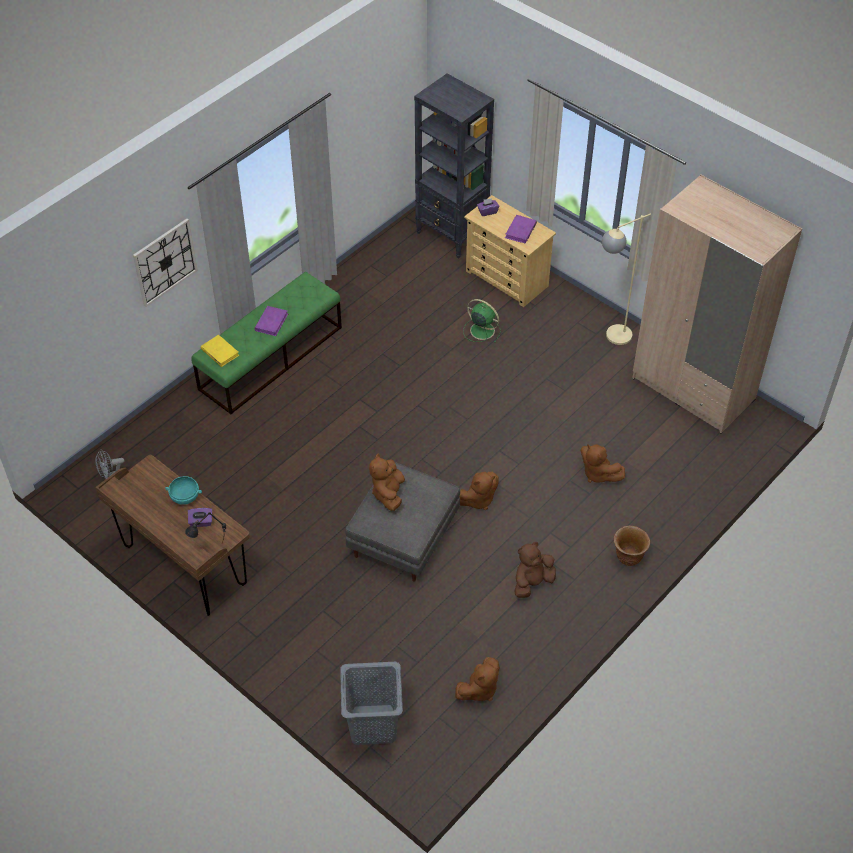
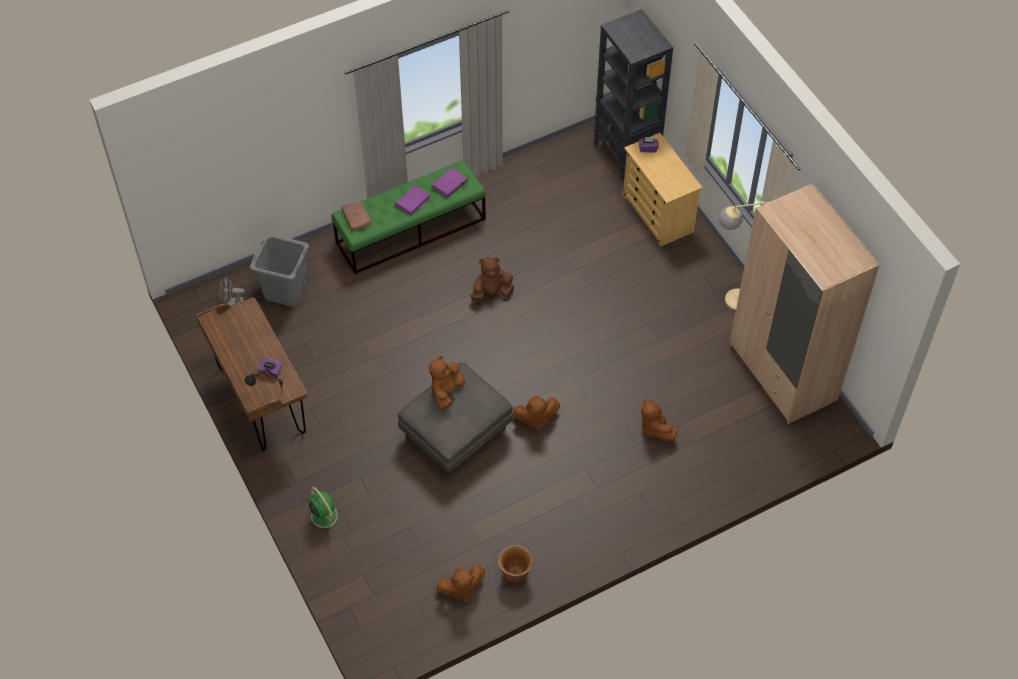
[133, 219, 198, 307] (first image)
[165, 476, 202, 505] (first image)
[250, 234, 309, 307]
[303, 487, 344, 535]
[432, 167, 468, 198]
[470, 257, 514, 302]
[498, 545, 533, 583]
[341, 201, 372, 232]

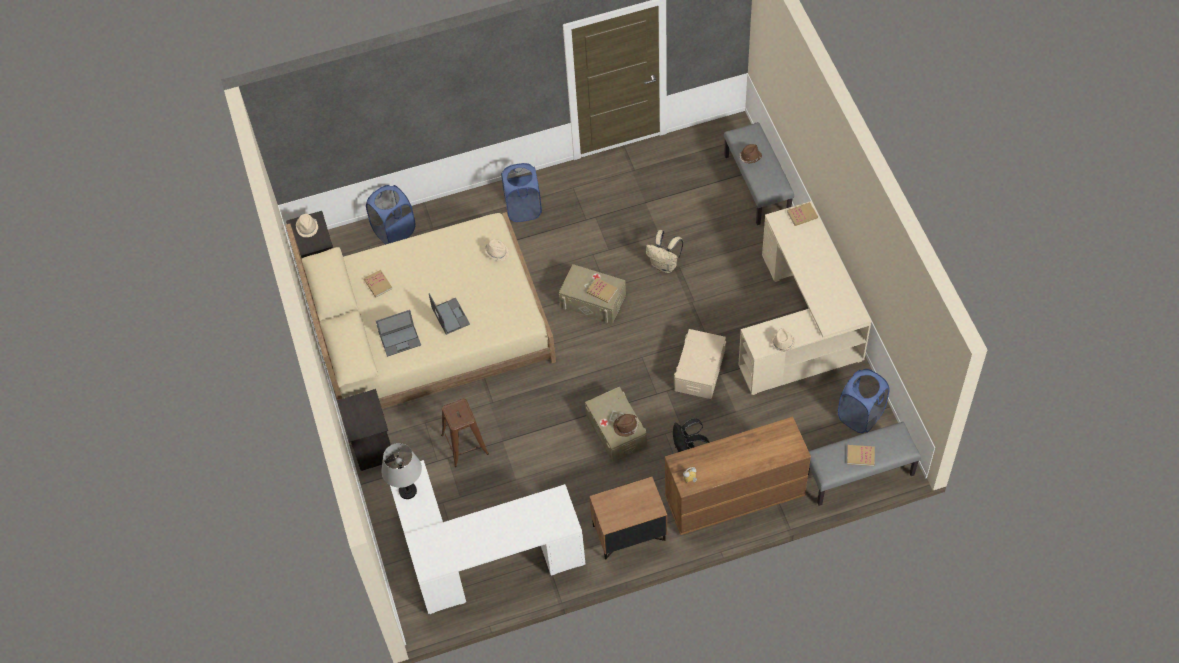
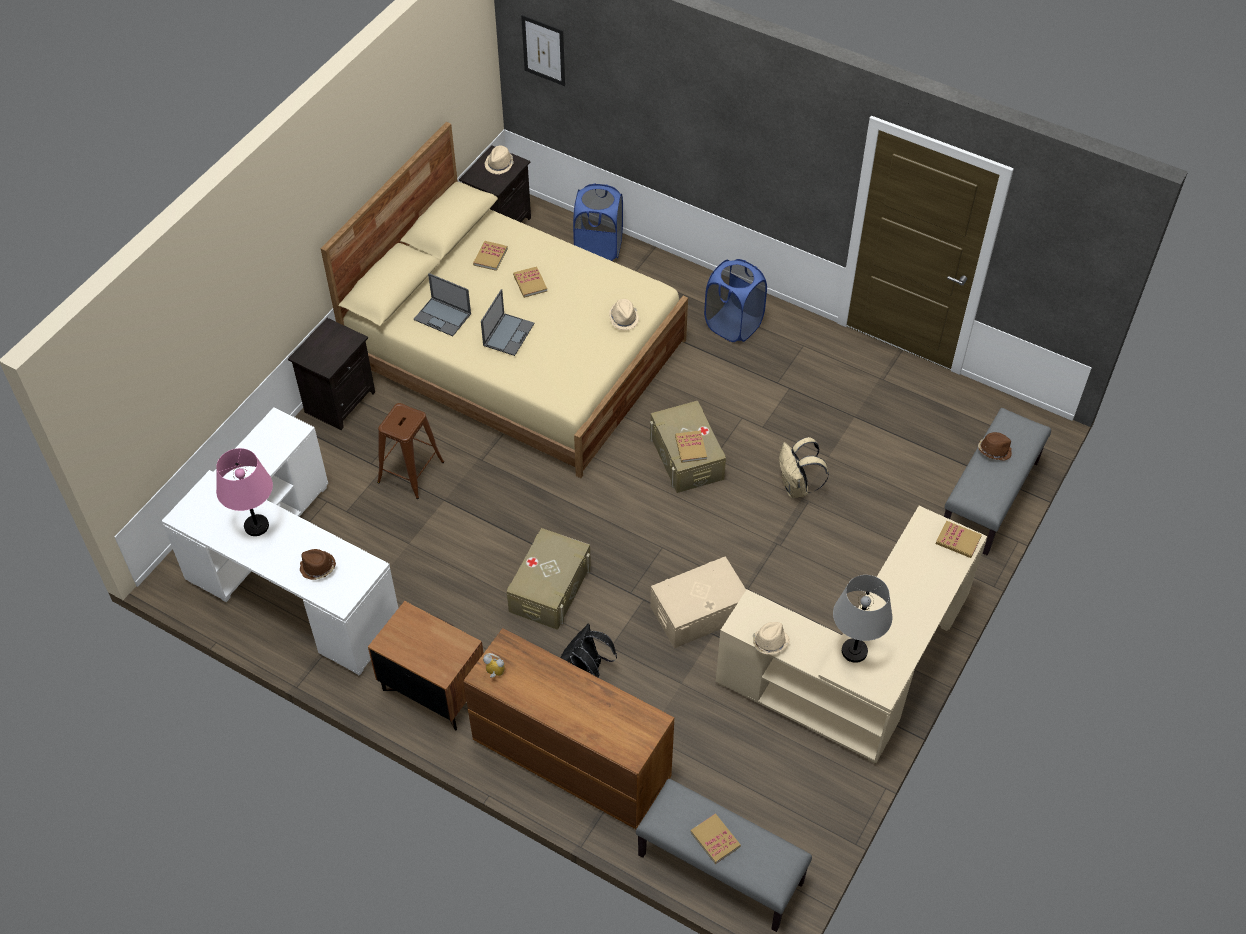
[838, 369, 890, 433] (first image)
[216, 448, 273, 536]
[513, 266, 547, 298]
[521, 15, 565, 86]
[833, 575, 892, 663]
[300, 549, 336, 580]

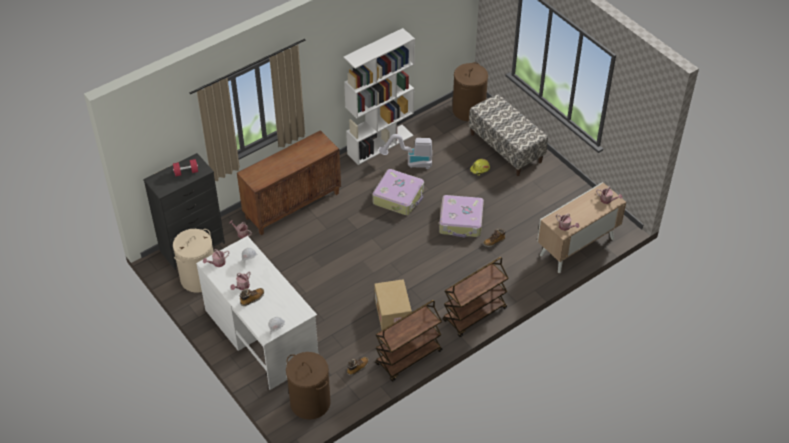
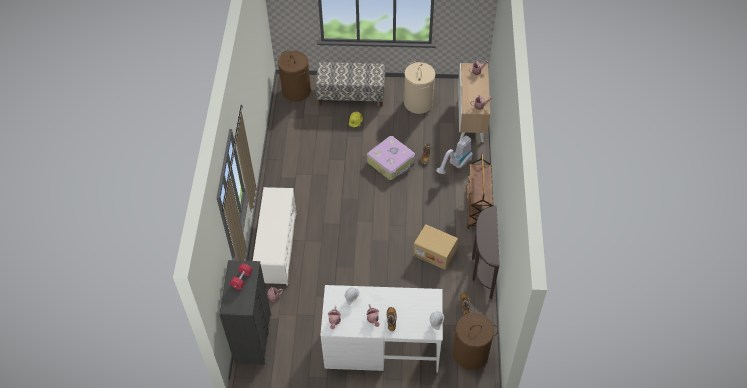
[343, 28, 415, 165] (first image)
[372, 169, 424, 215] (first image)
[404, 62, 435, 114]
[436, 135, 473, 174]
[253, 187, 296, 285]
[472, 206, 500, 299]

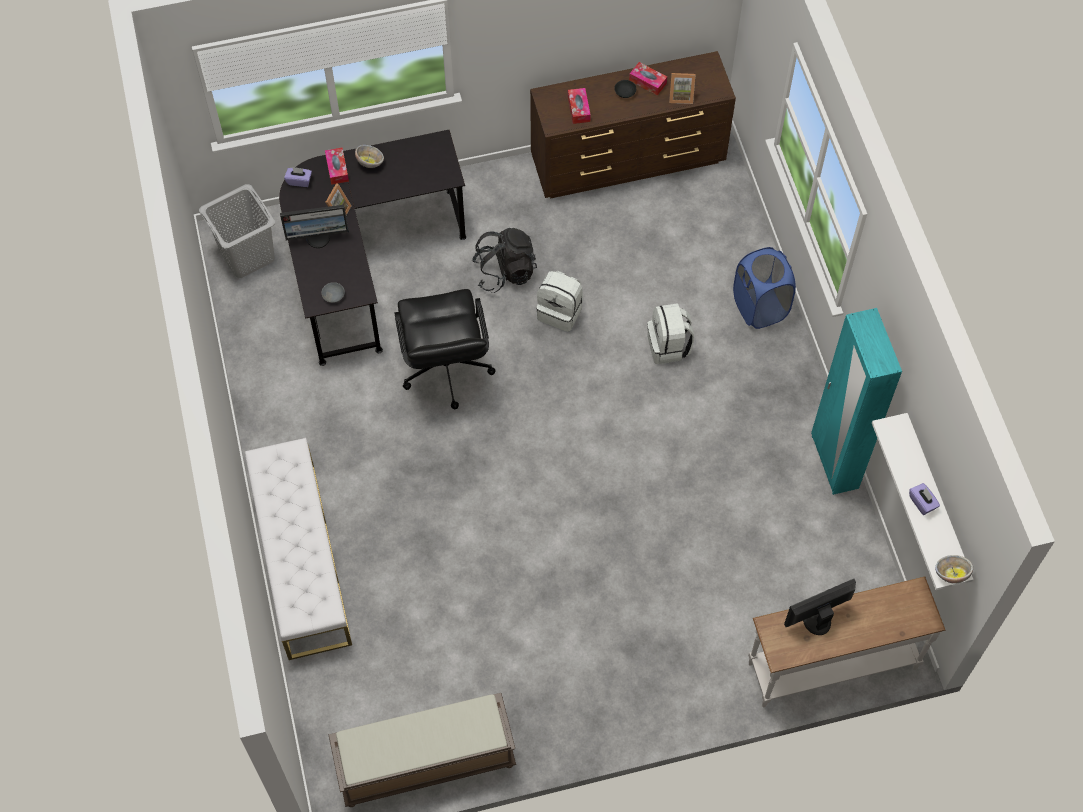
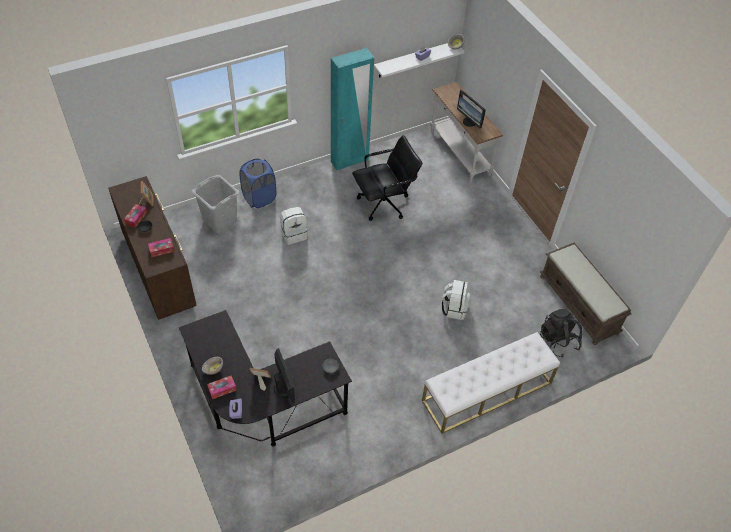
[191, 175, 239, 233]
[352, 135, 422, 221]
[540, 309, 583, 357]
[441, 280, 470, 320]

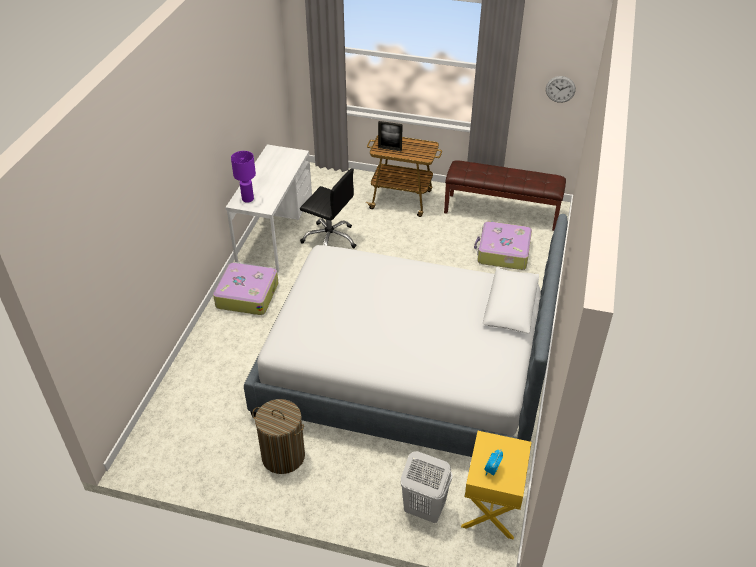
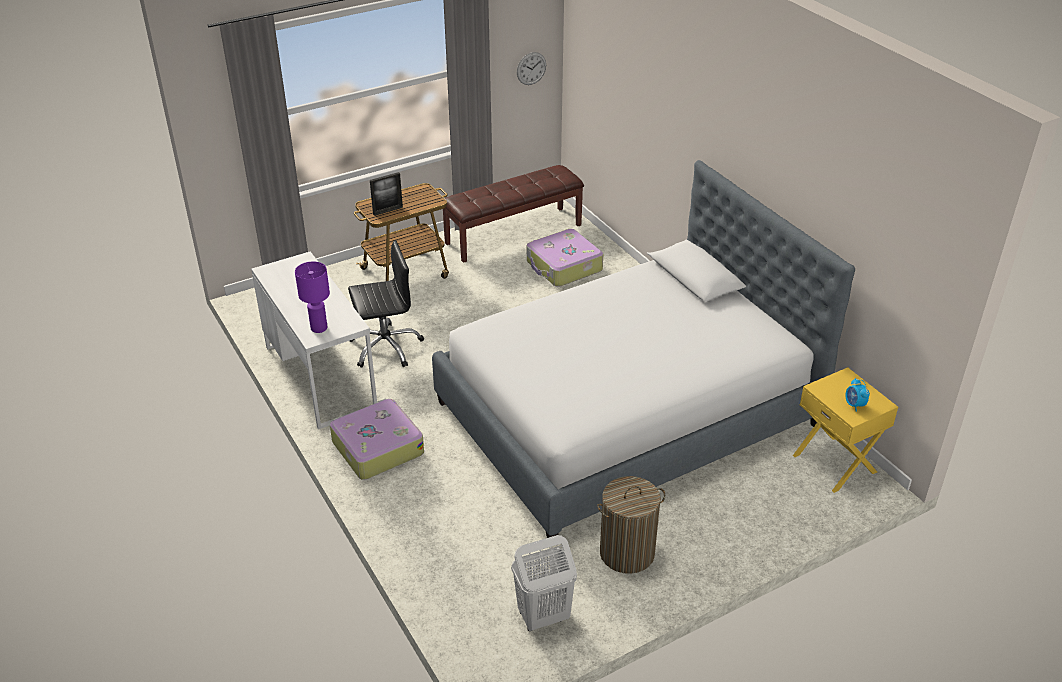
[511, 535, 577, 631]

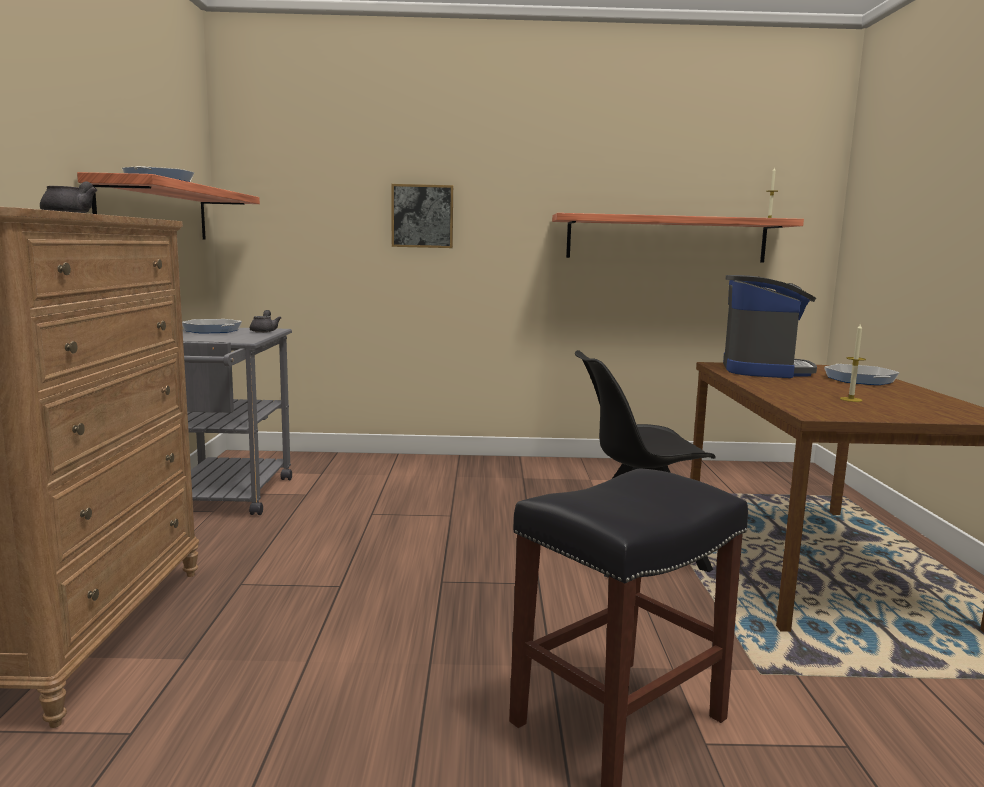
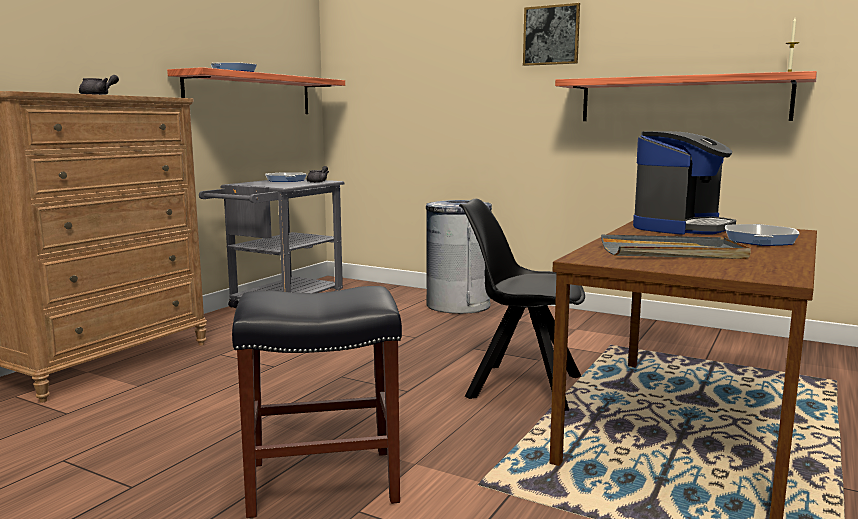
[426, 200, 492, 314]
[523, 3, 580, 66]
[601, 235, 751, 259]

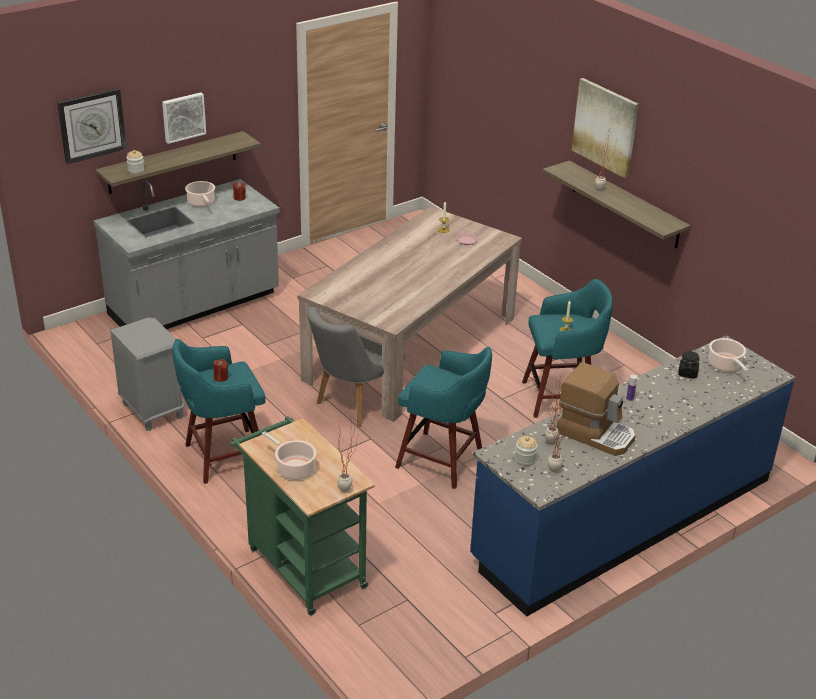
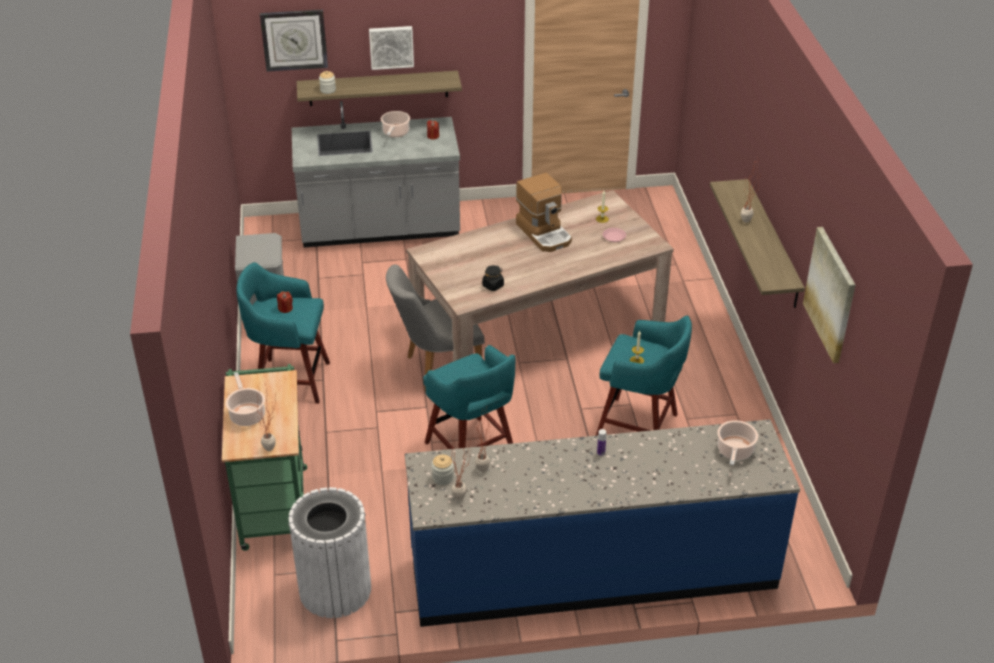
[288, 487, 371, 618]
[516, 173, 572, 252]
[803, 227, 855, 363]
[482, 265, 504, 291]

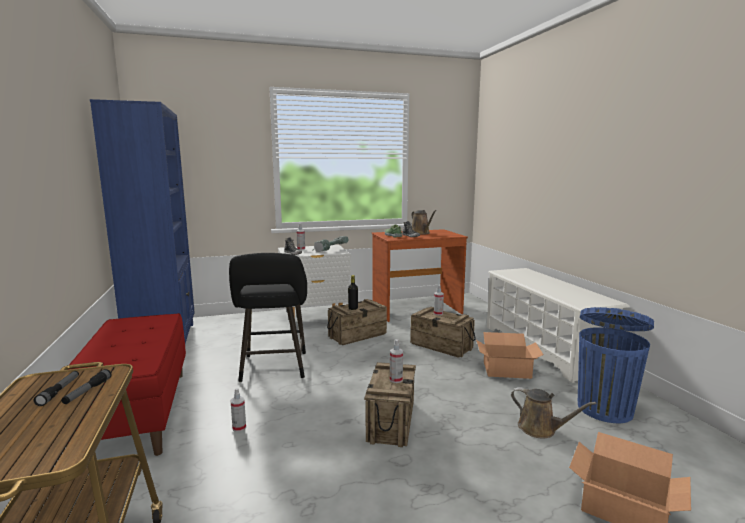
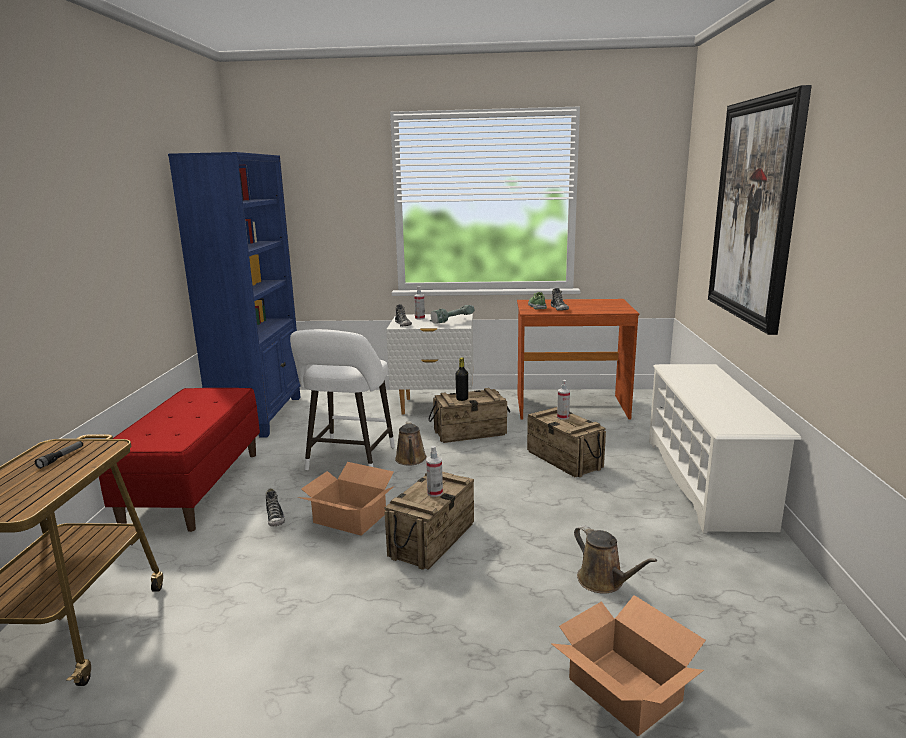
[61, 369, 112, 404] (first image)
[578, 307, 654, 423] (first image)
[708, 85, 812, 335]
[395, 421, 427, 465]
[297, 462, 394, 536]
[265, 488, 285, 526]
[290, 329, 395, 471]

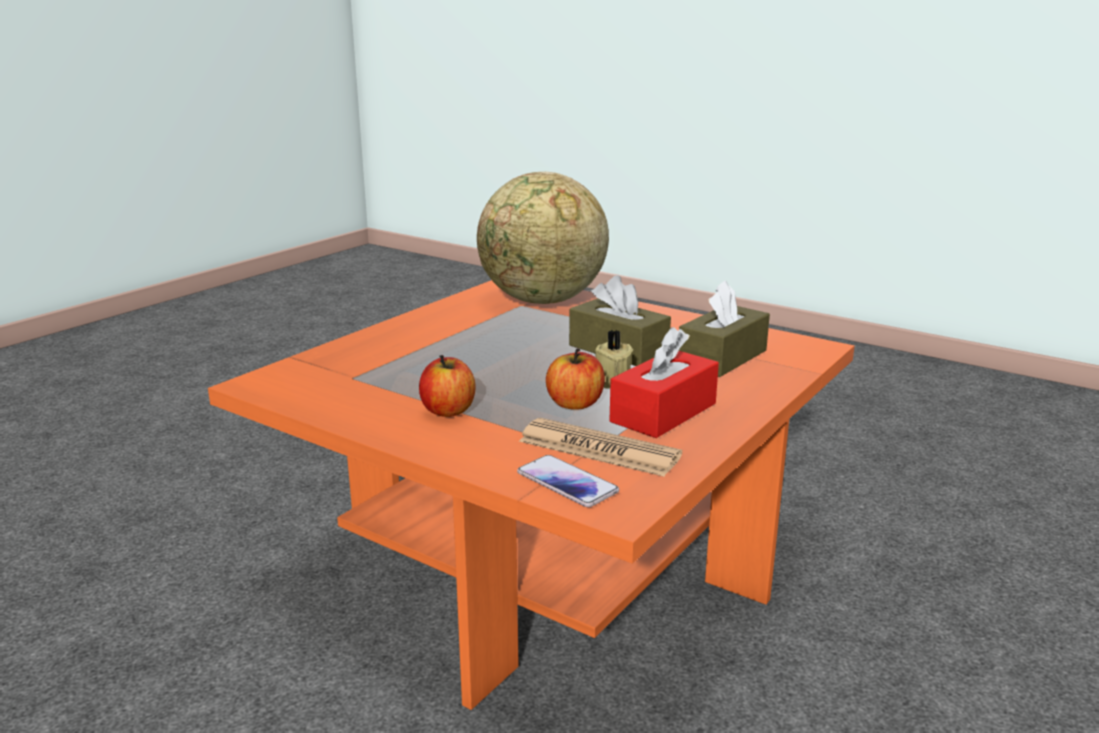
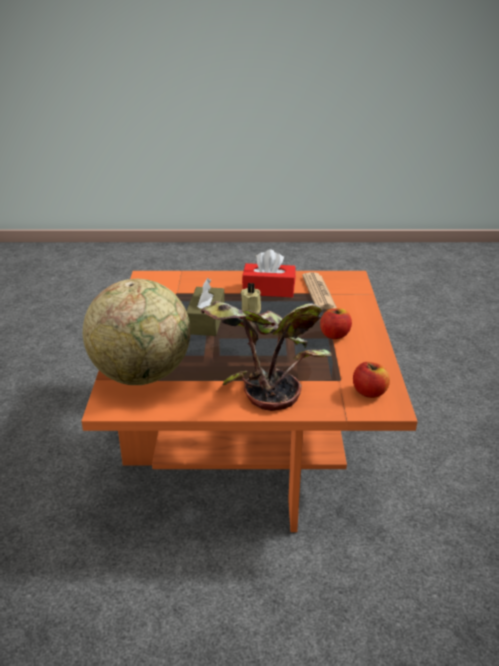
[517, 455, 619, 507] (first image)
[679, 280, 770, 377] (first image)
[201, 301, 332, 411]
[353, 362, 390, 398]

